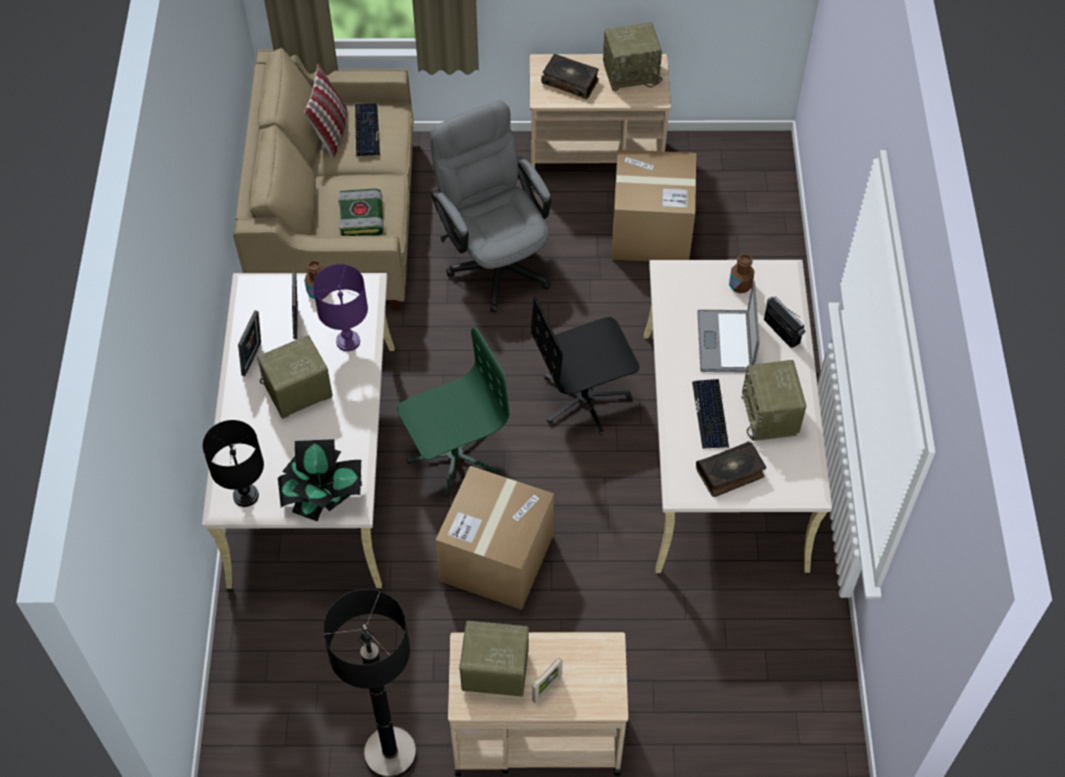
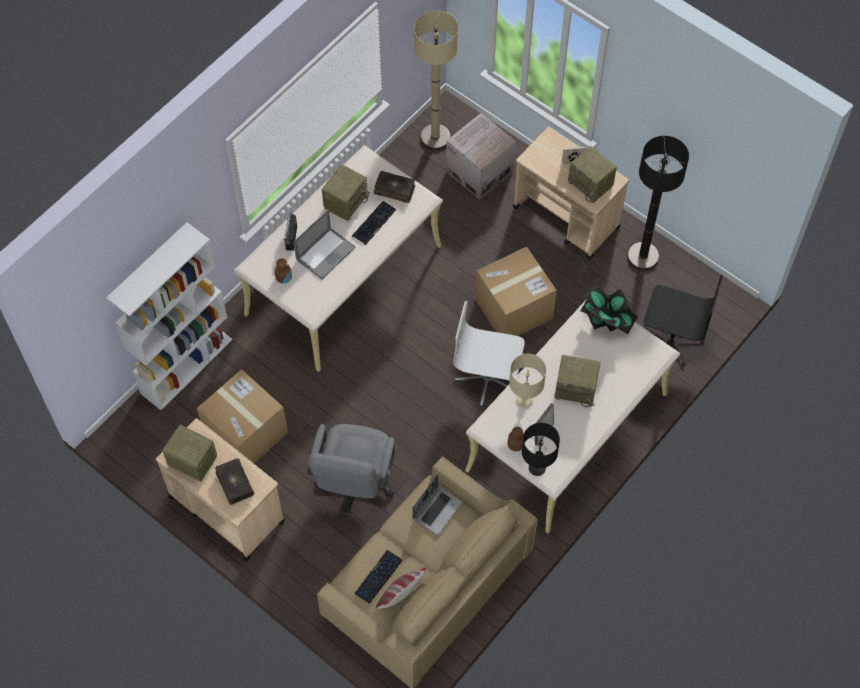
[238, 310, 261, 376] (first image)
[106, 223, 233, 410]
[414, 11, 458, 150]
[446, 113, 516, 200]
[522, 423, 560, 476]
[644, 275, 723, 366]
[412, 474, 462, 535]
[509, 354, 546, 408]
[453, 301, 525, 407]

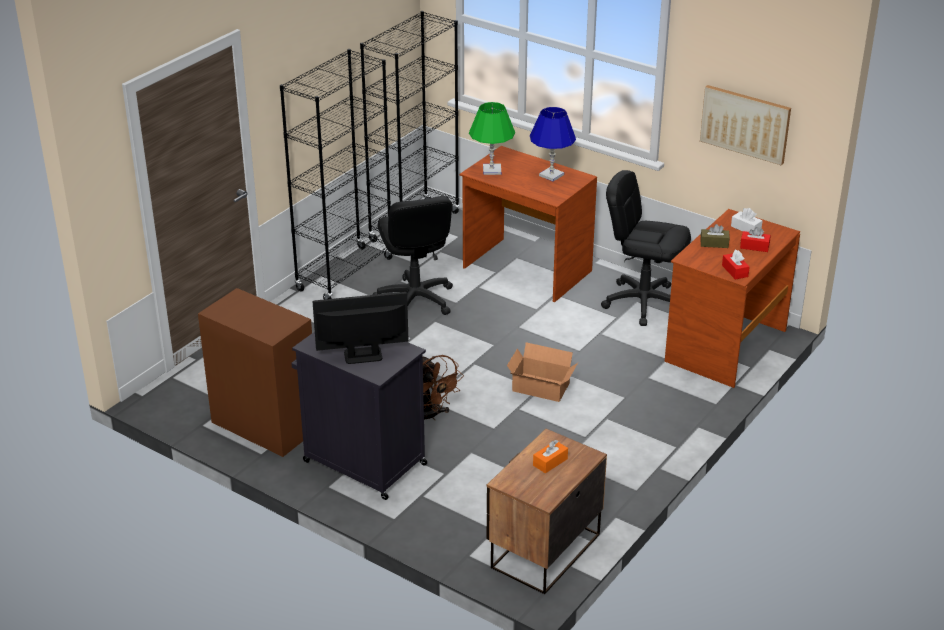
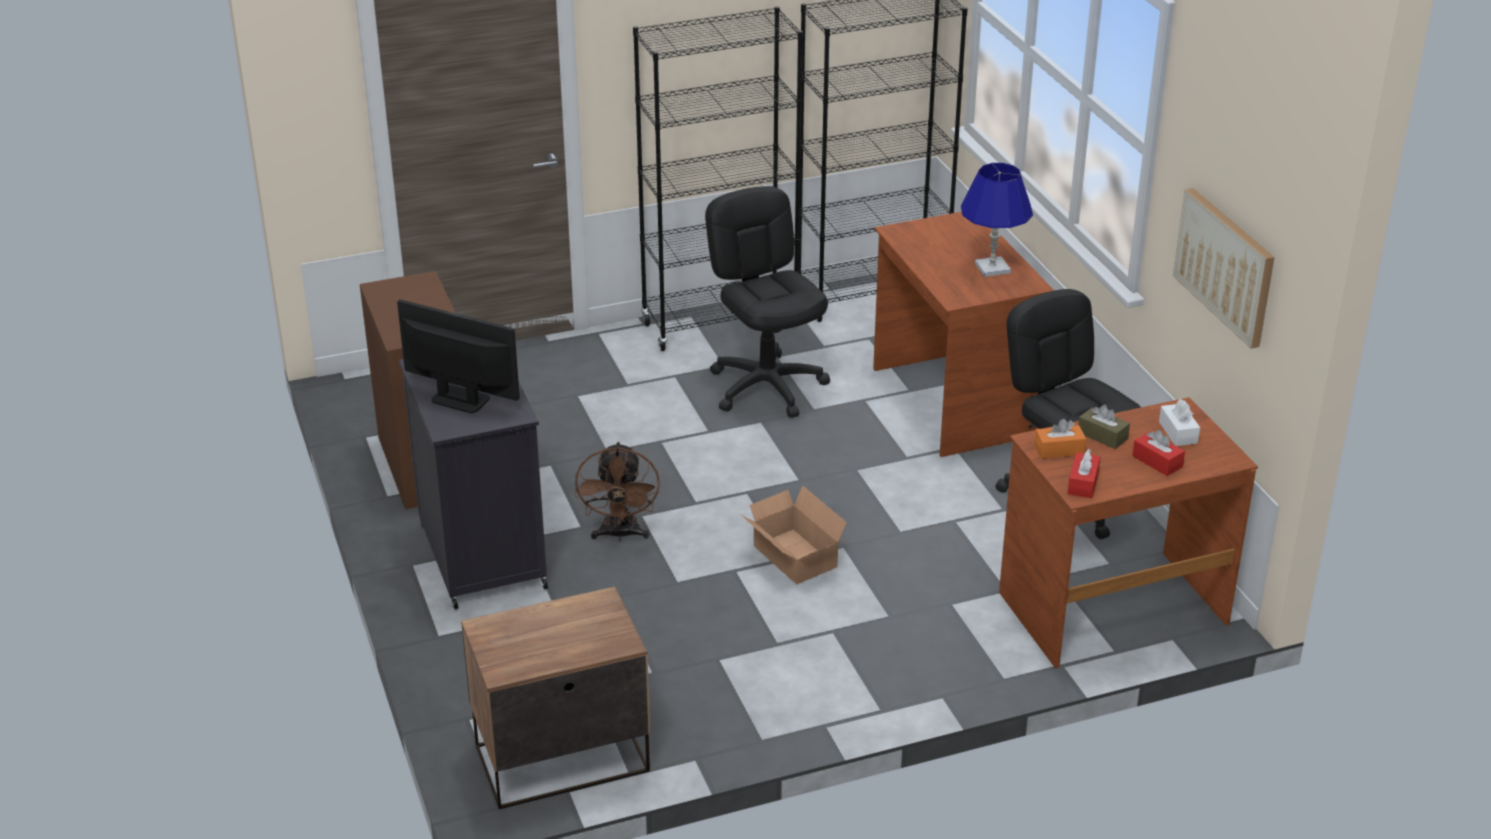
[469, 102, 515, 175] (first image)
[1034, 419, 1086, 459]
[705, 186, 830, 418]

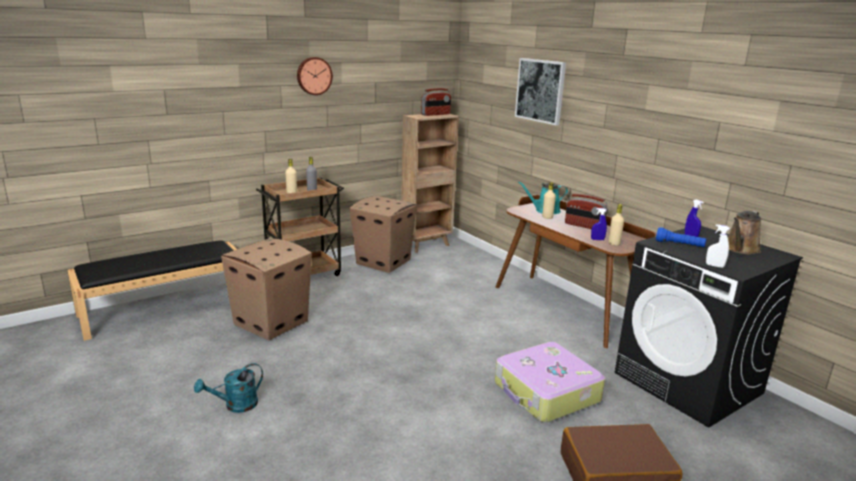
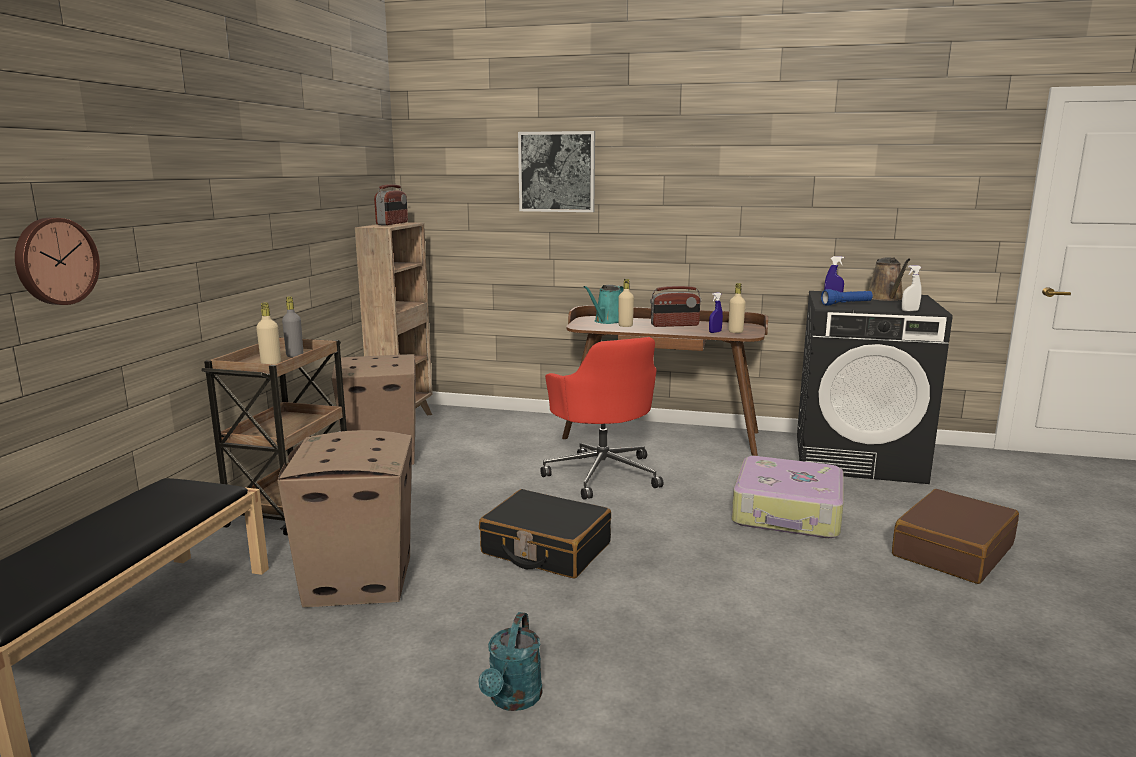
[479, 489, 611, 578]
[540, 337, 663, 500]
[15, 218, 100, 305]

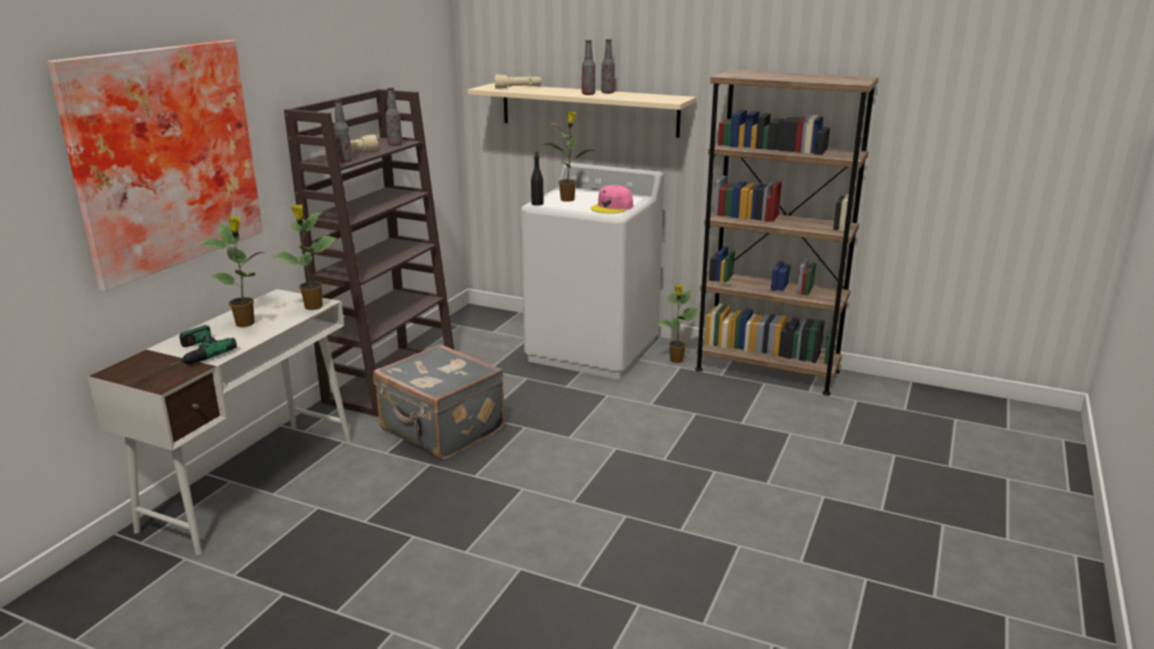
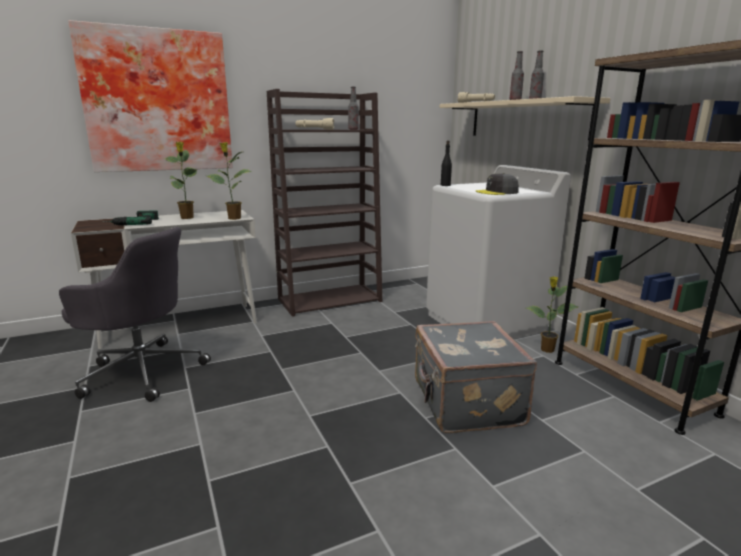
[333, 100, 352, 162] (first image)
[543, 112, 596, 202] (first image)
[59, 227, 211, 402]
[415, 321, 537, 433]
[476, 173, 519, 195]

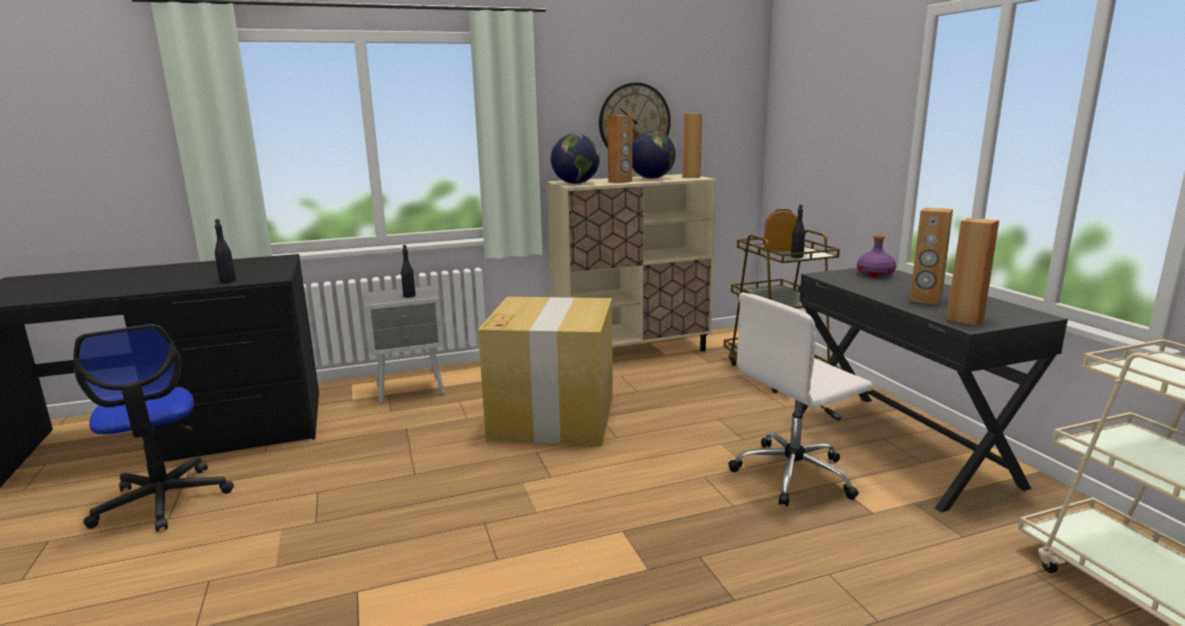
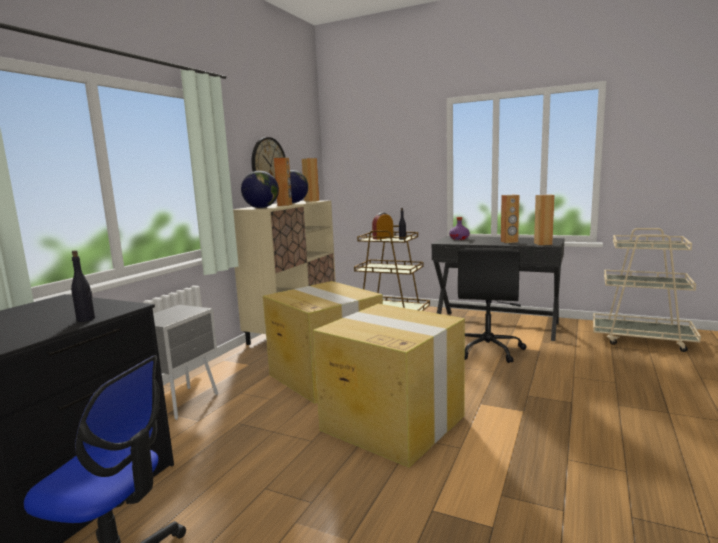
[401, 245, 416, 298] (first image)
[313, 304, 465, 467]
[458, 248, 526, 363]

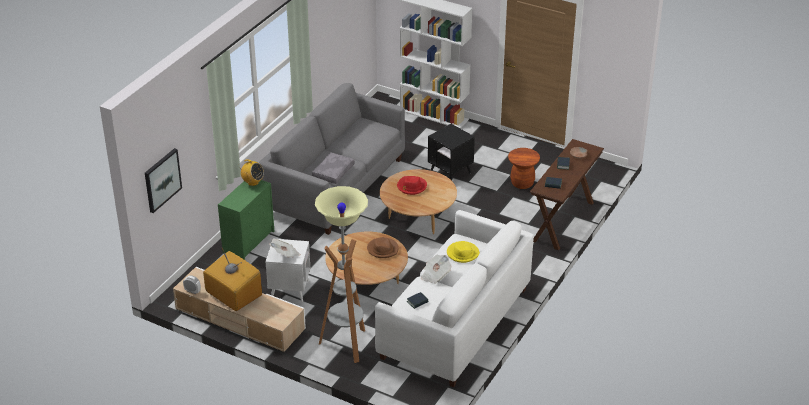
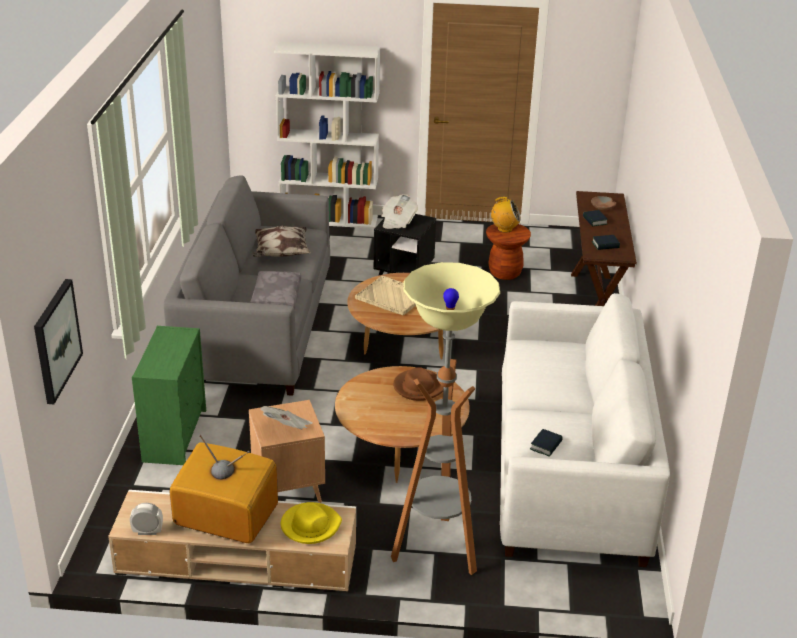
[252, 225, 311, 257]
[491, 197, 521, 233]
[381, 194, 418, 229]
[281, 502, 342, 544]
[355, 276, 416, 315]
[249, 400, 325, 503]

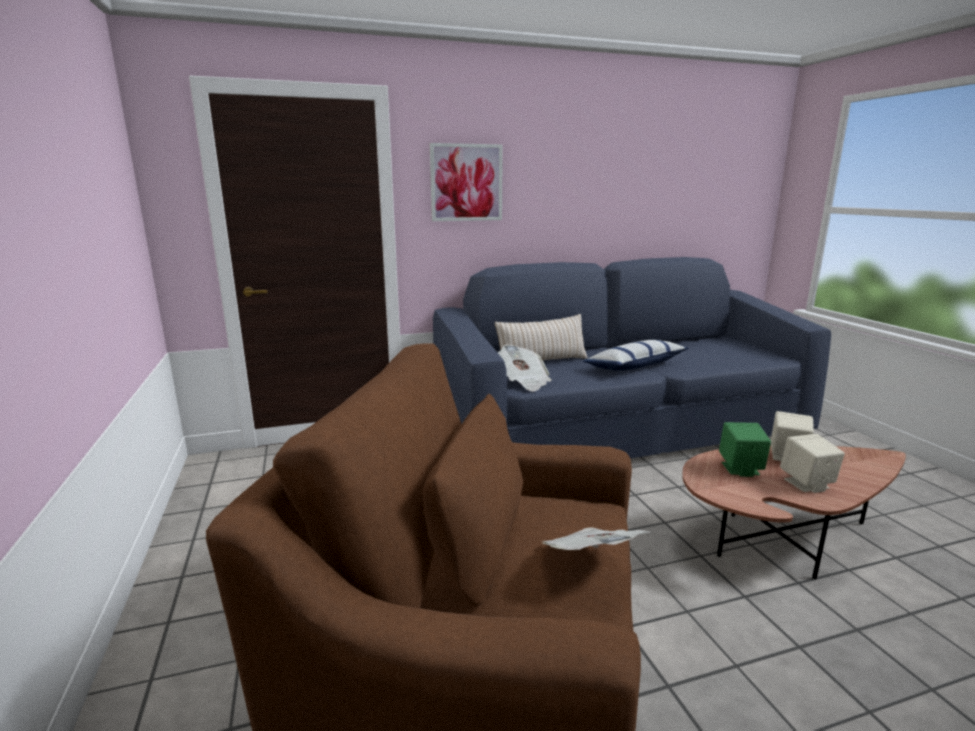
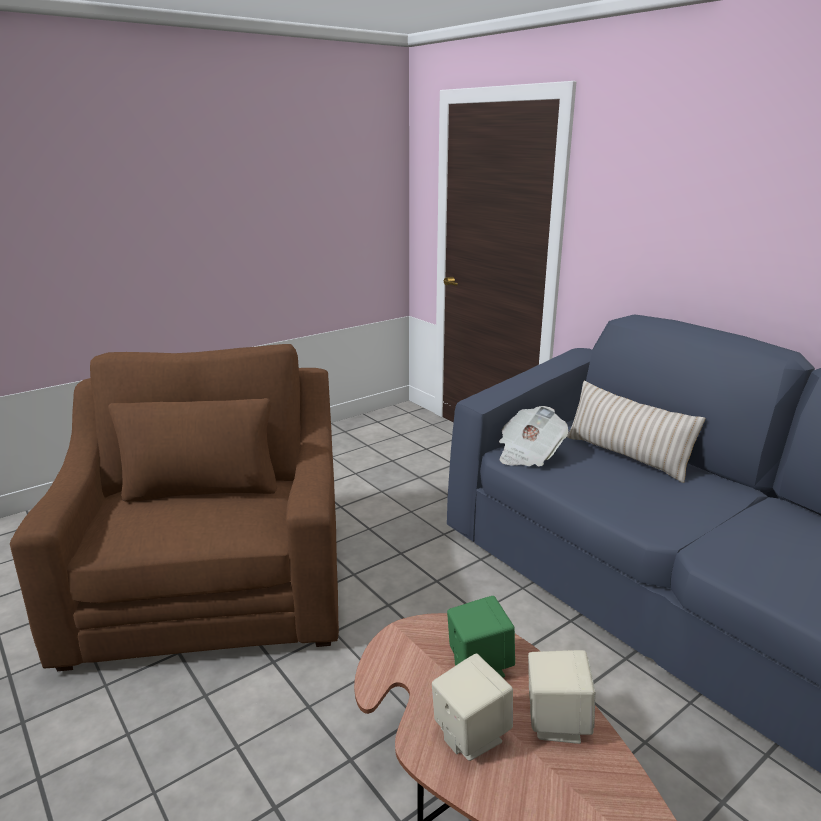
[430, 143, 503, 221] (first image)
[542, 527, 651, 550] (first image)
[583, 340, 689, 371] (first image)

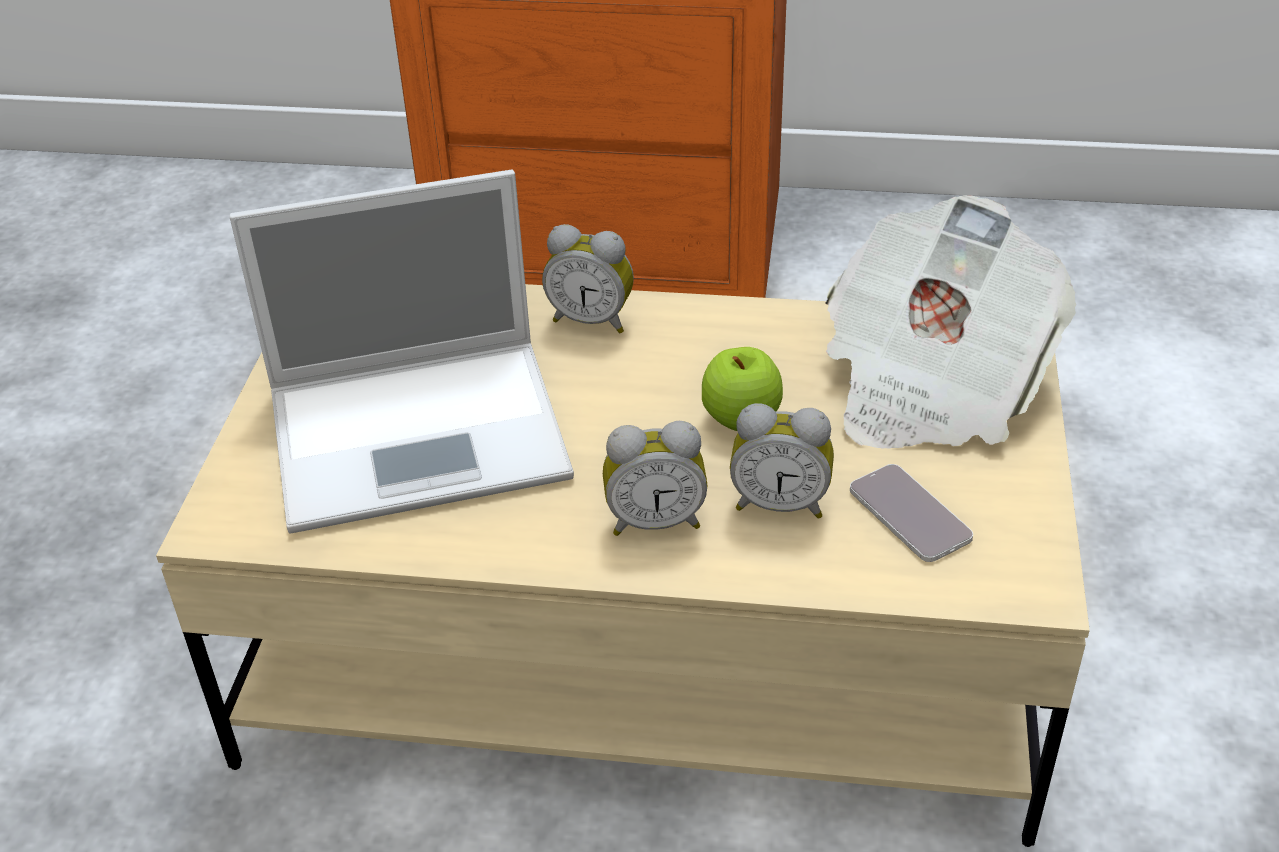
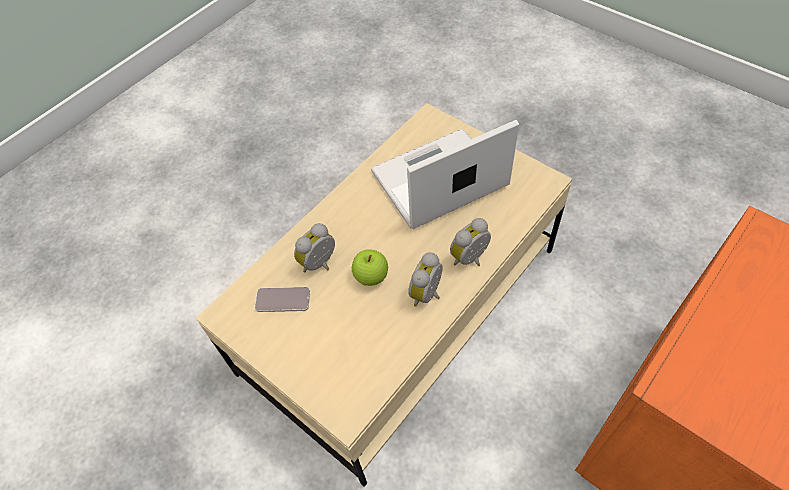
[826, 195, 1077, 449] (first image)
[408, 252, 443, 307]
[371, 120, 519, 229]

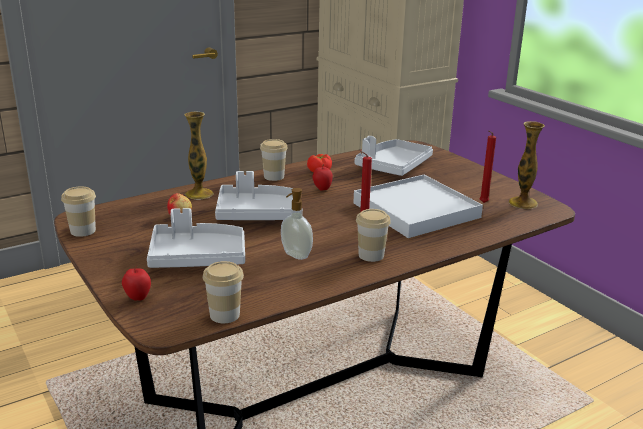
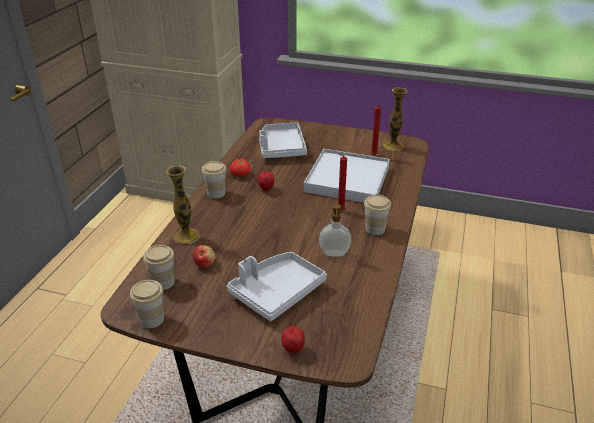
[215, 171, 293, 220] (first image)
[143, 245, 174, 290]

